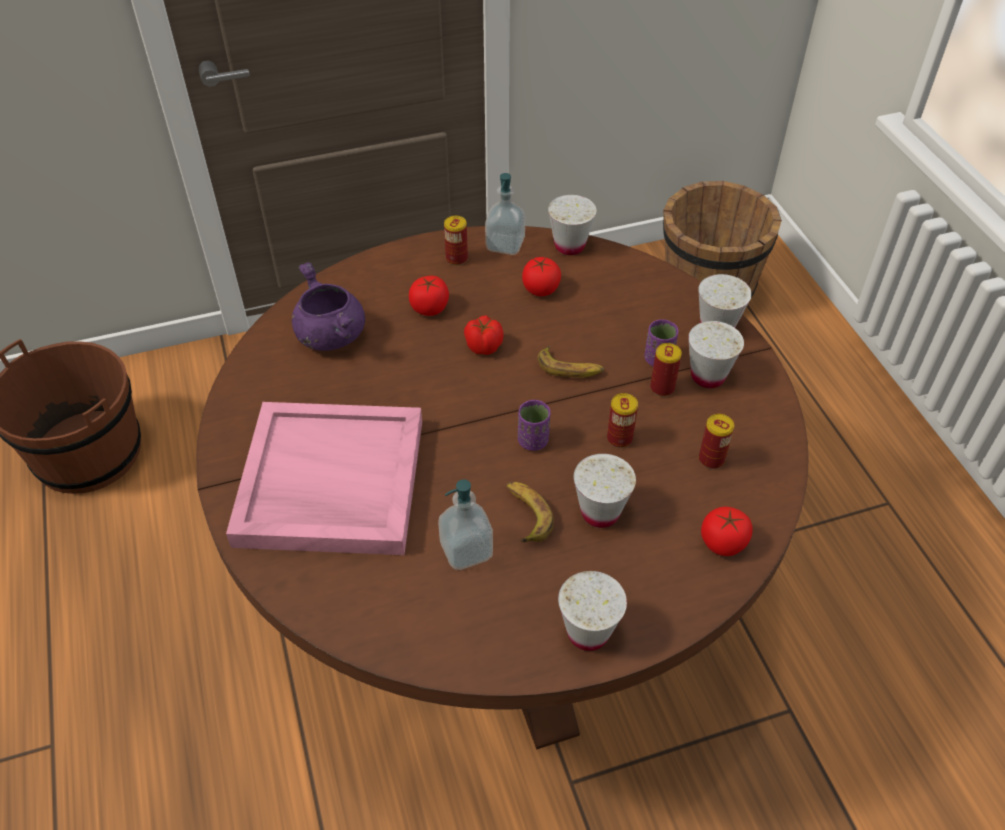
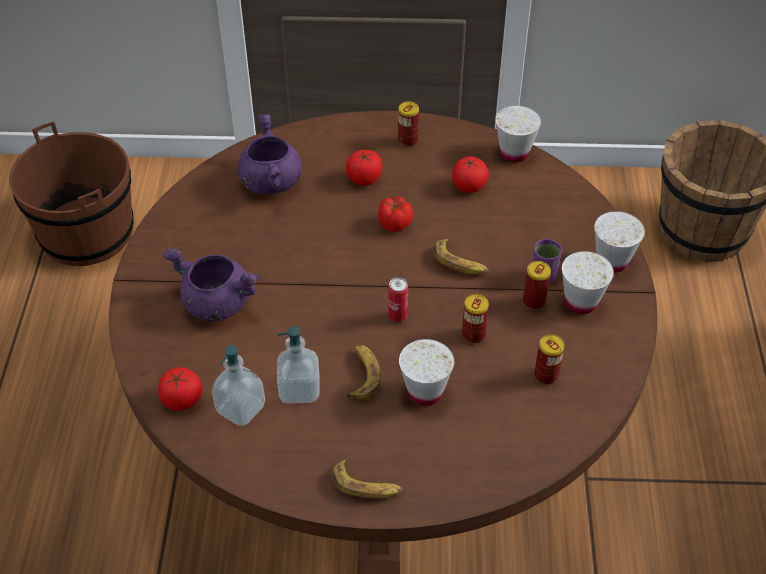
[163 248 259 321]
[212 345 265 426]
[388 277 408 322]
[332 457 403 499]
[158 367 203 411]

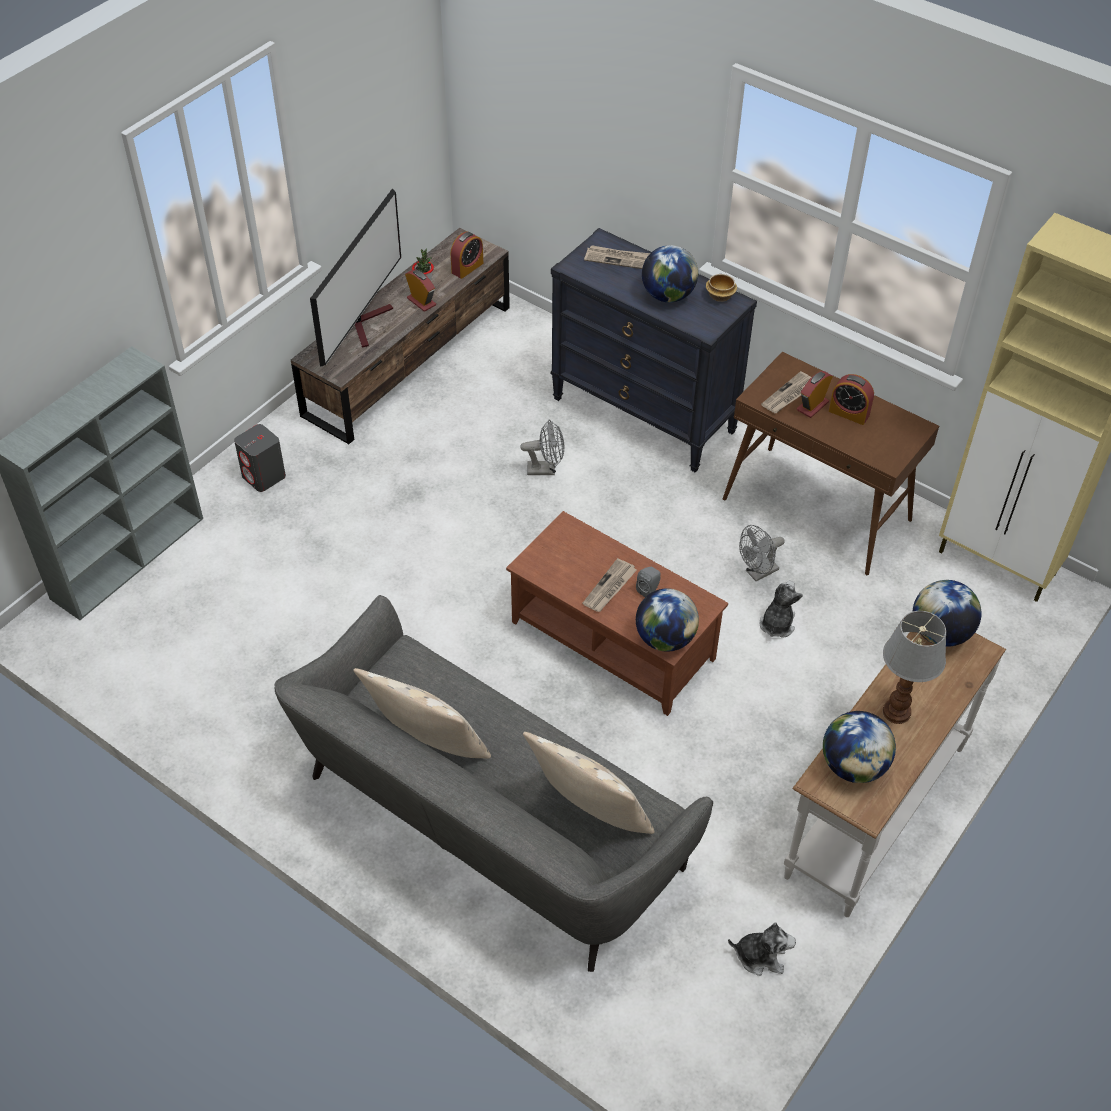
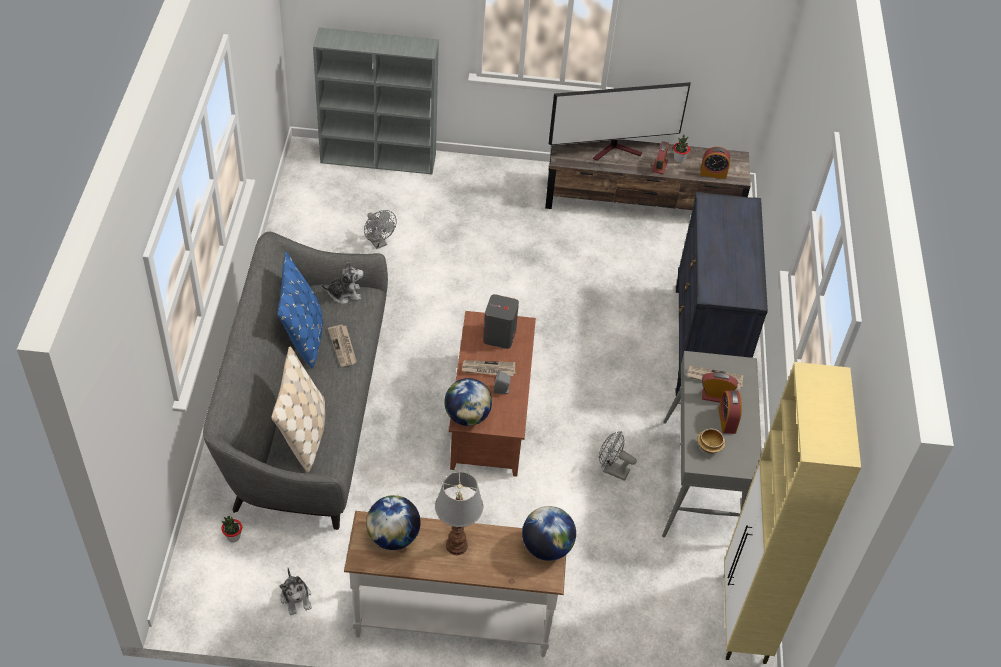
[483 294 519 349]
[277 252 323 368]
[364 210 397 249]
[328 325 357 367]
[642 245 698 303] (first image)
[698 429 725 454]
[662 351 762 538]
[321 262 364 304]
[221 516 242 542]

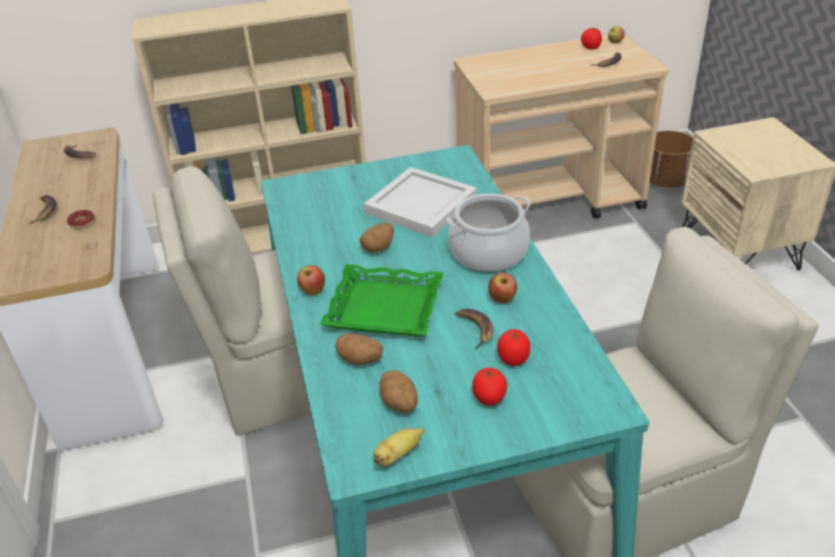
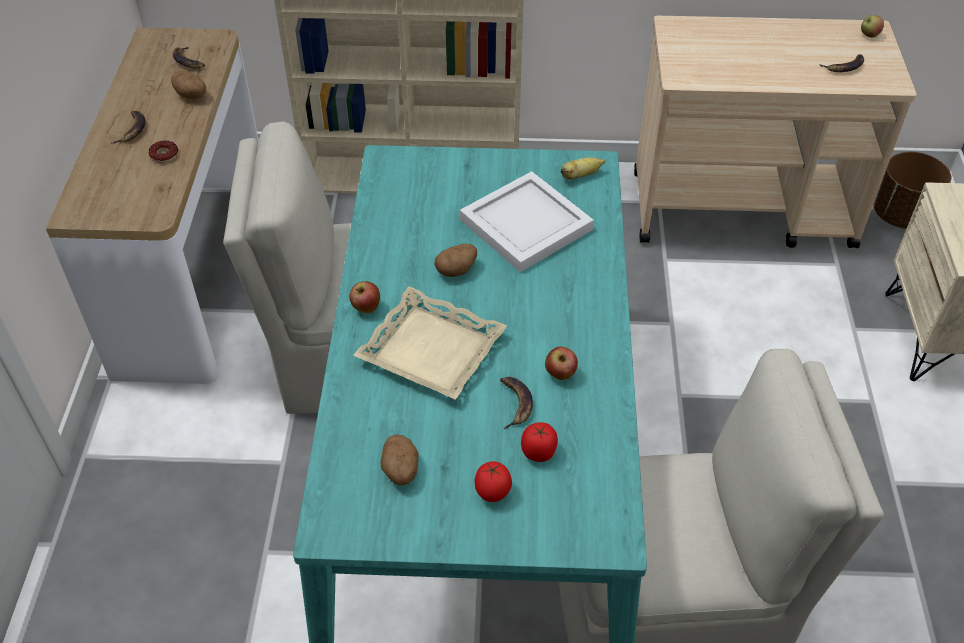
[353 286 507 400]
[171 71 206 99]
[561 157 605 179]
[446 193 531 273] (first image)
[581 28 602 50] (first image)

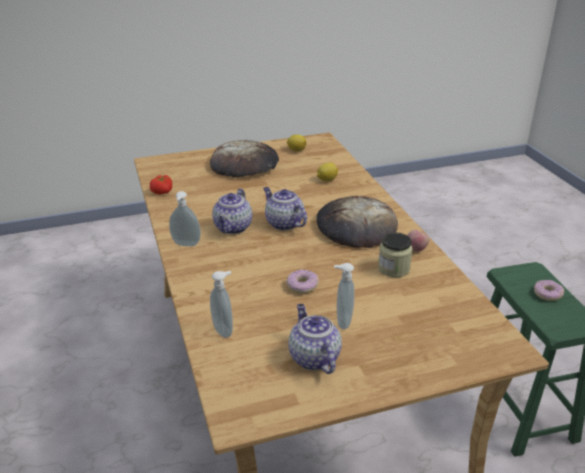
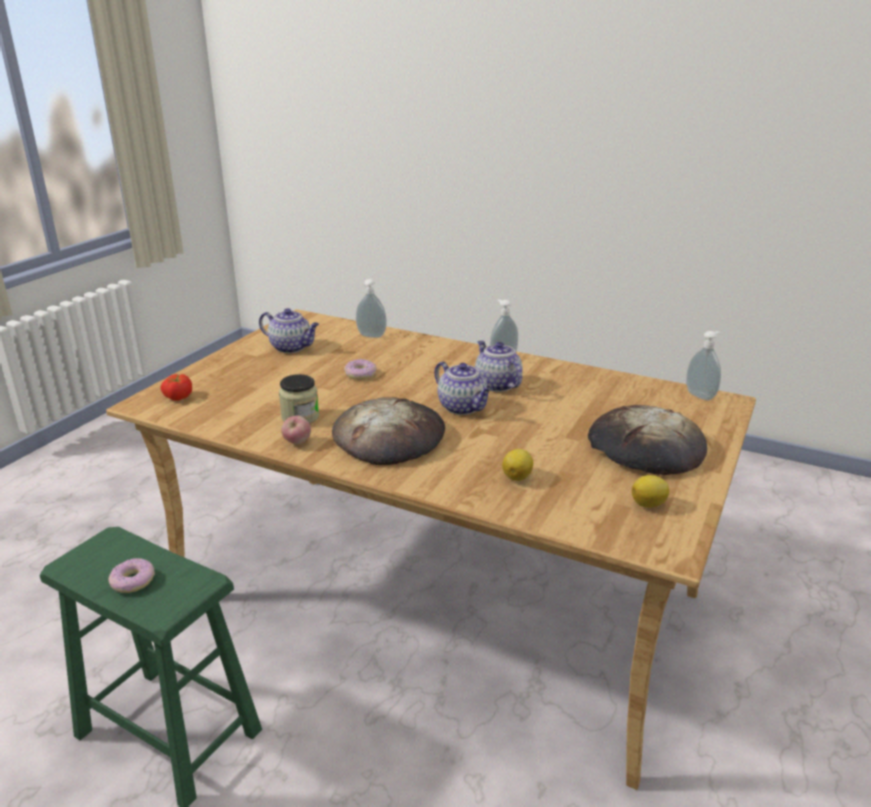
[161 374 192 401]
[435 361 493 415]
[686 331 721 400]

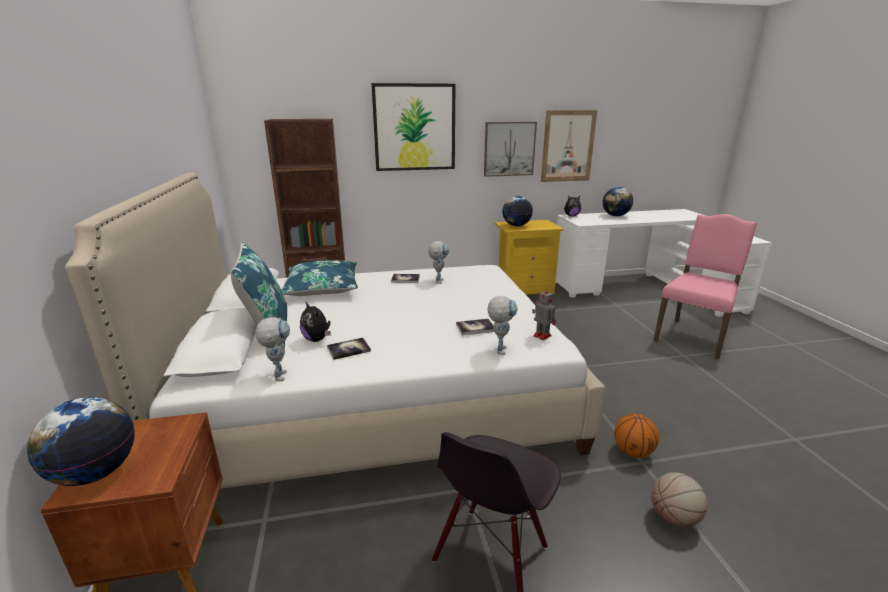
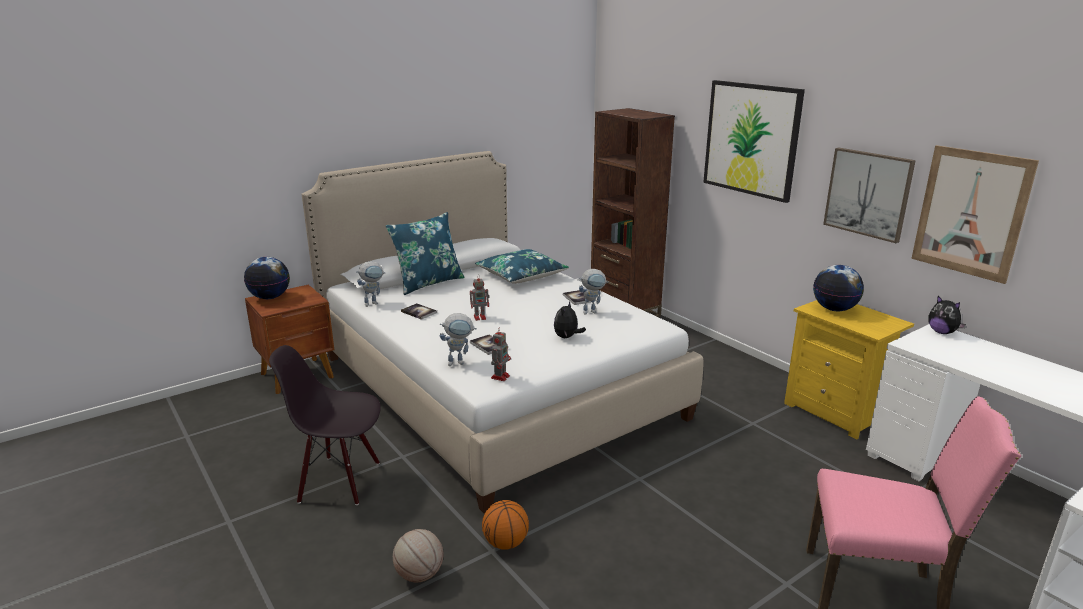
[554 301 586 338]
[603 187 633 216] (first image)
[470 275 489 321]

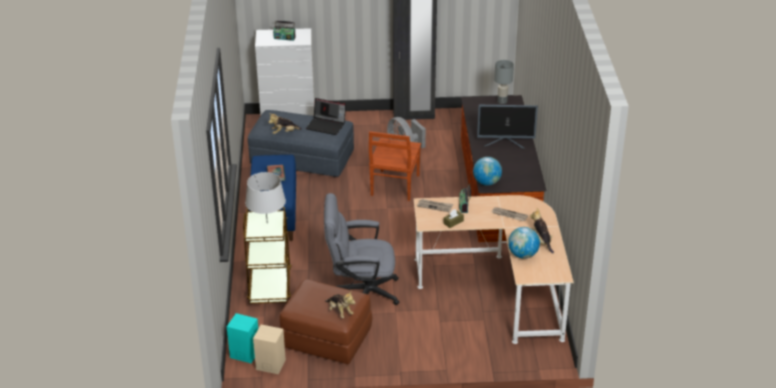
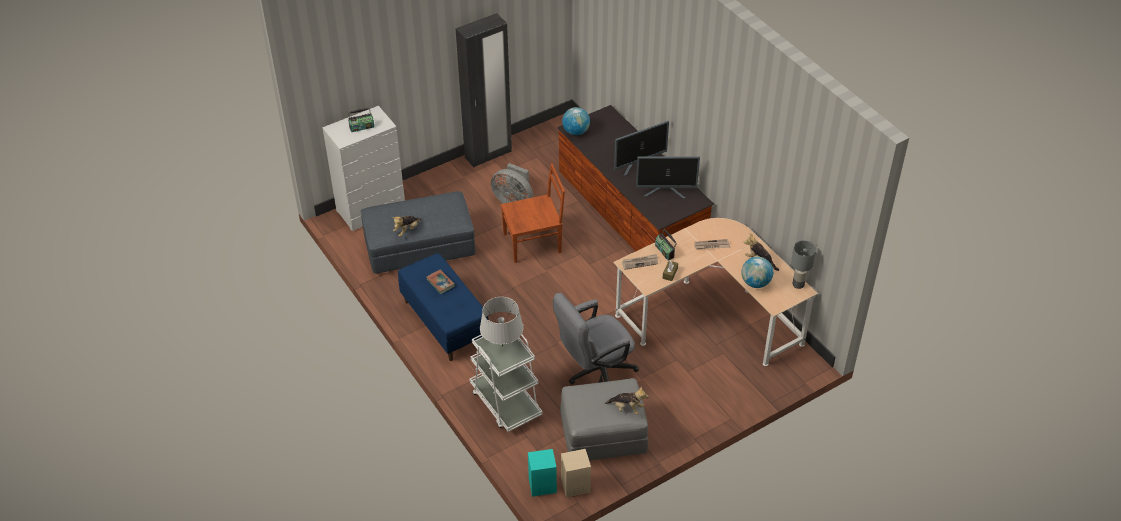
[469 322 543 432]
[560 378 648 460]
[306 98 346 135] (first image)
[501 163 565 263]
[562 107 590 135]
[791 240 817 289]
[636 156 700 199]

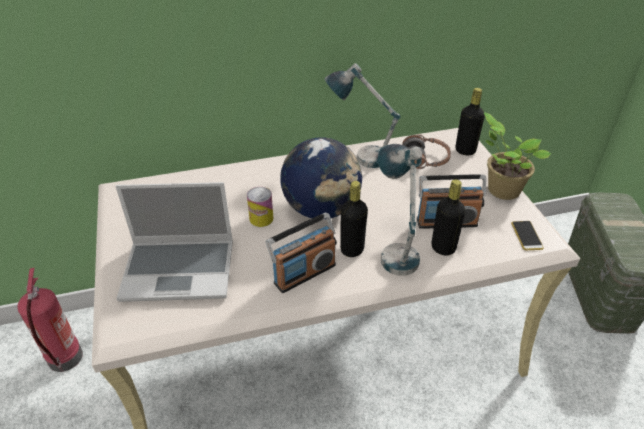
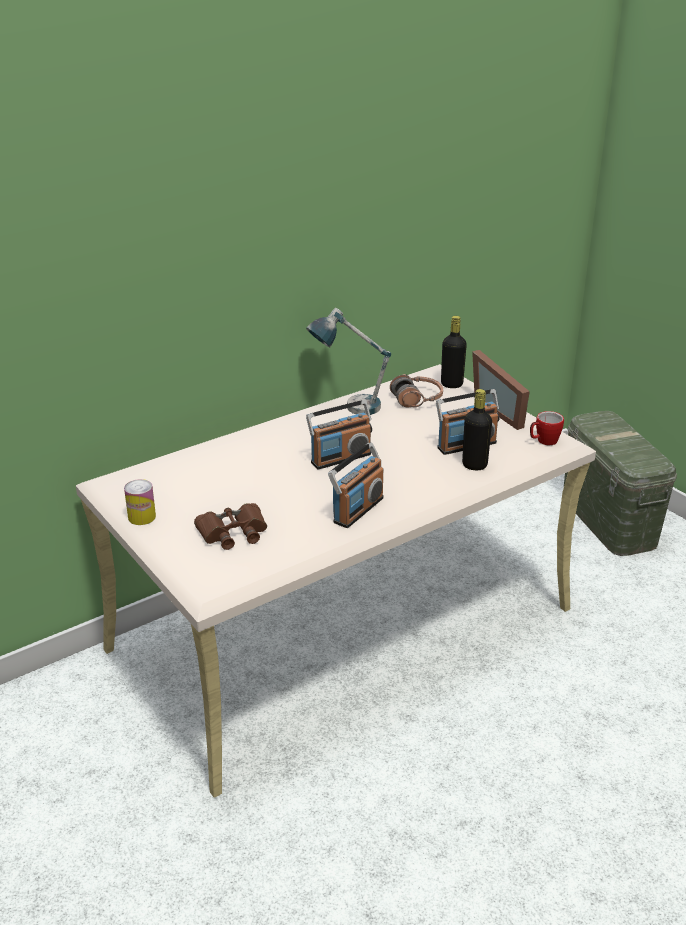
[17 268 83 372] (first image)
[194 503 267 550]
[124 479 156 525]
[306 400 372 469]
[340 181 368 257] (first image)
[378 144 422 275] (first image)
[472 350 530 430]
[530 411 564 445]

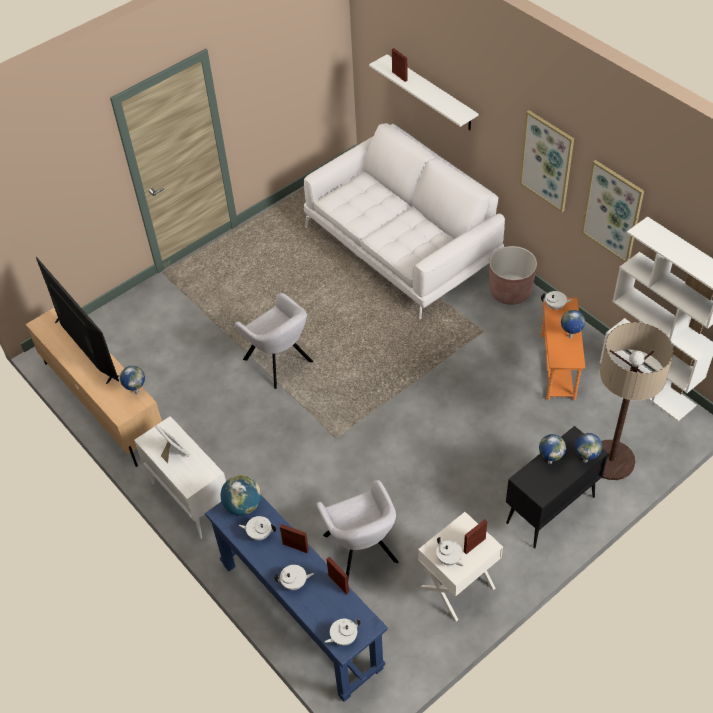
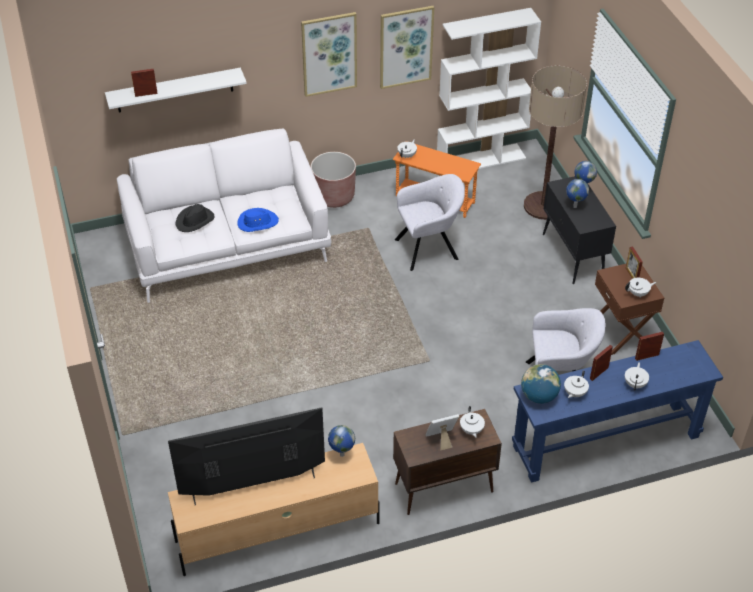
[393 409 502 515]
[395 174 465 271]
[460 406 485 438]
[595 263 664 355]
[561 310 585 338] (first image)
[176 204 214 232]
[237 208 279 232]

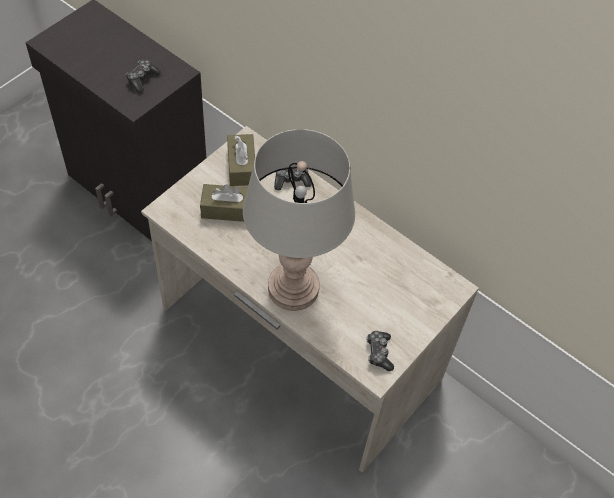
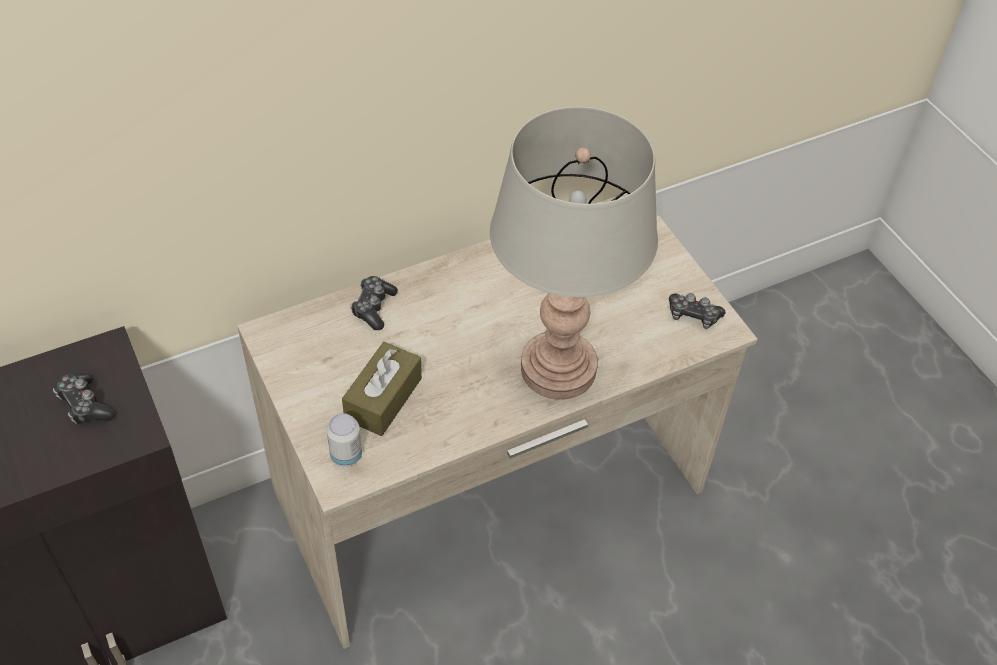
[227 134 255 186] (first image)
[327 413 362 467]

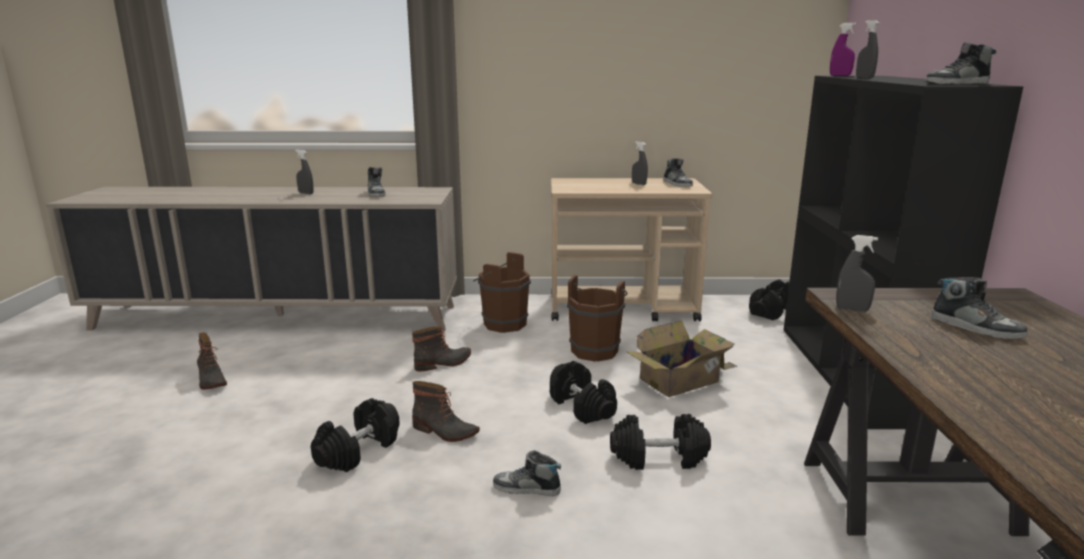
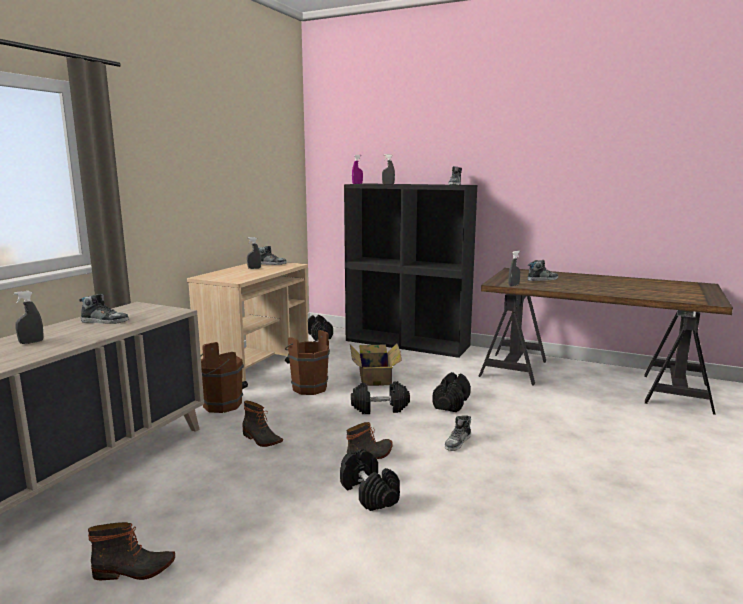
[242 401 283 447]

